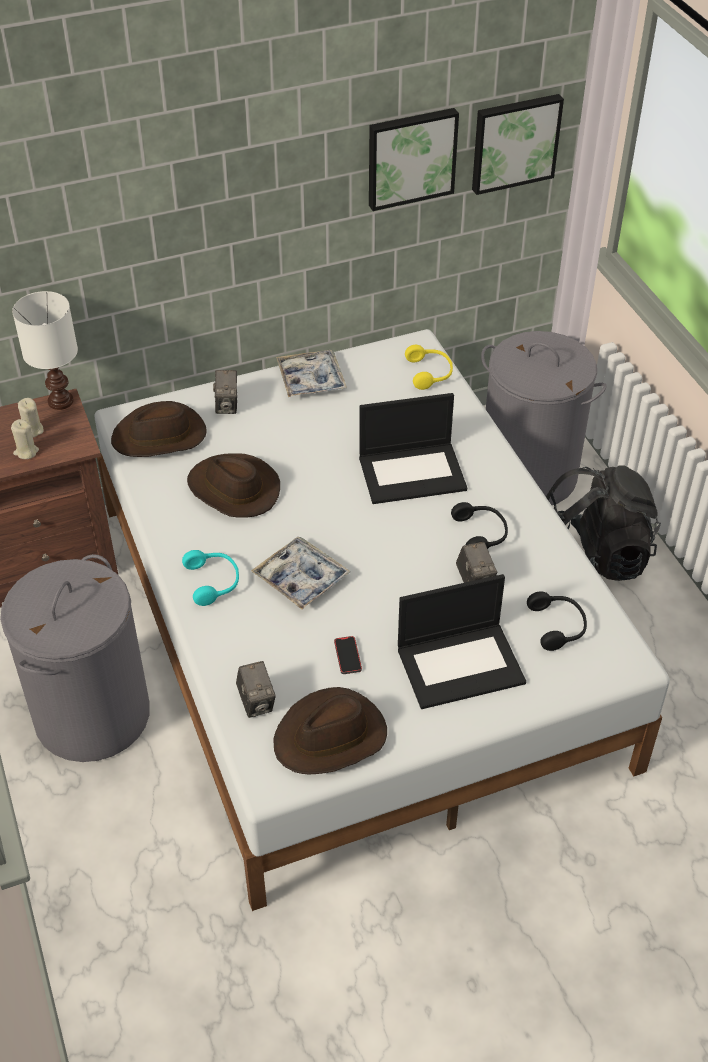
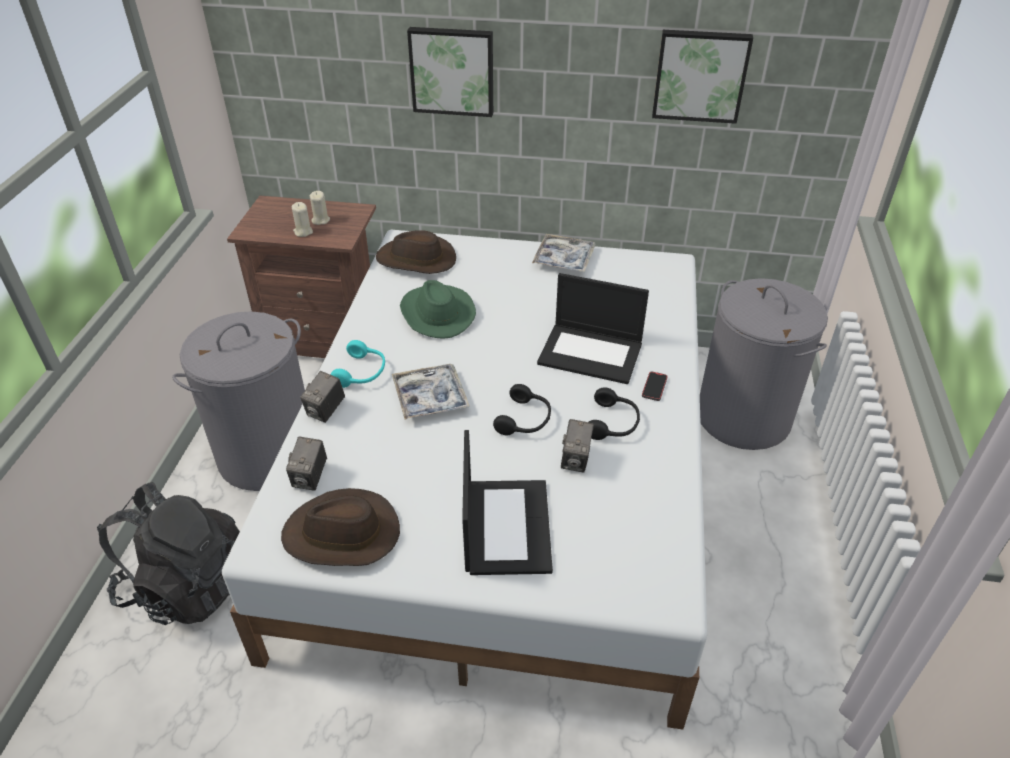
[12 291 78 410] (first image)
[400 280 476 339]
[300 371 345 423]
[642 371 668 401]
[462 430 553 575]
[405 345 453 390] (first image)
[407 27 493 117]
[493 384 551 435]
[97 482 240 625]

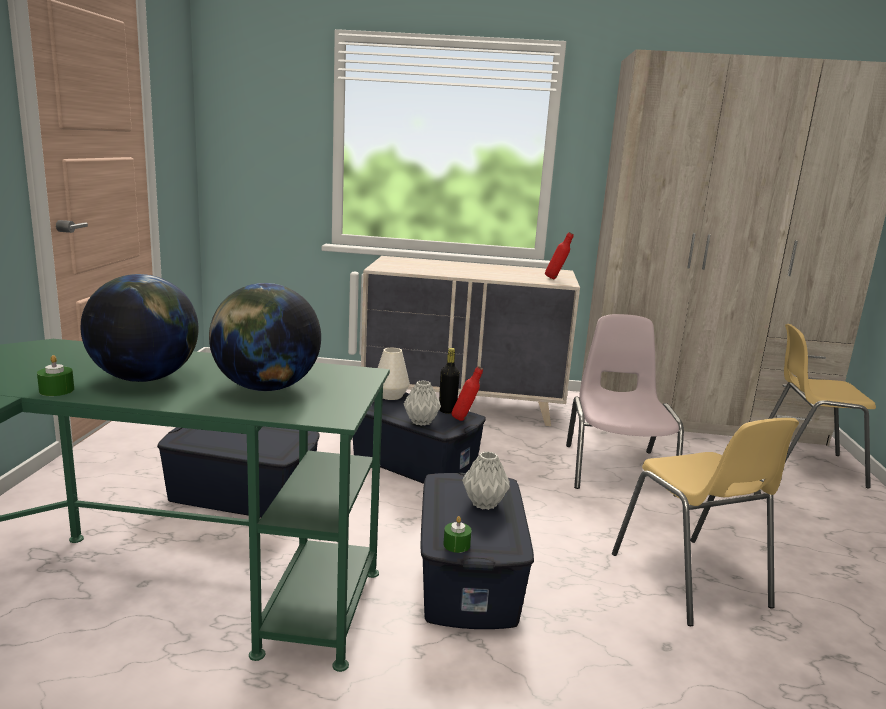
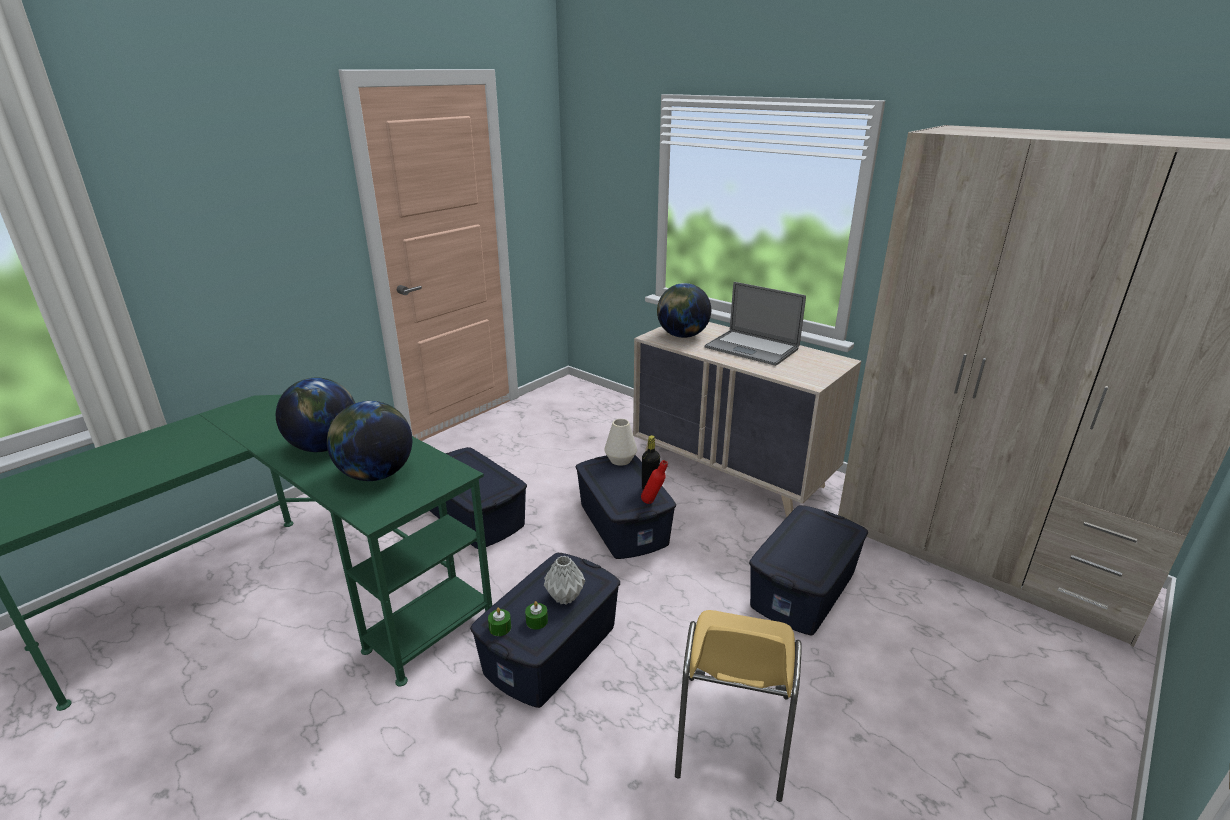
[525 601 548 630]
[404 380 441 426] (first image)
[545 232 574 279] (first image)
[749 505 868 635]
[768 324 876 489] (first image)
[657 283 711 338]
[705 282 806 366]

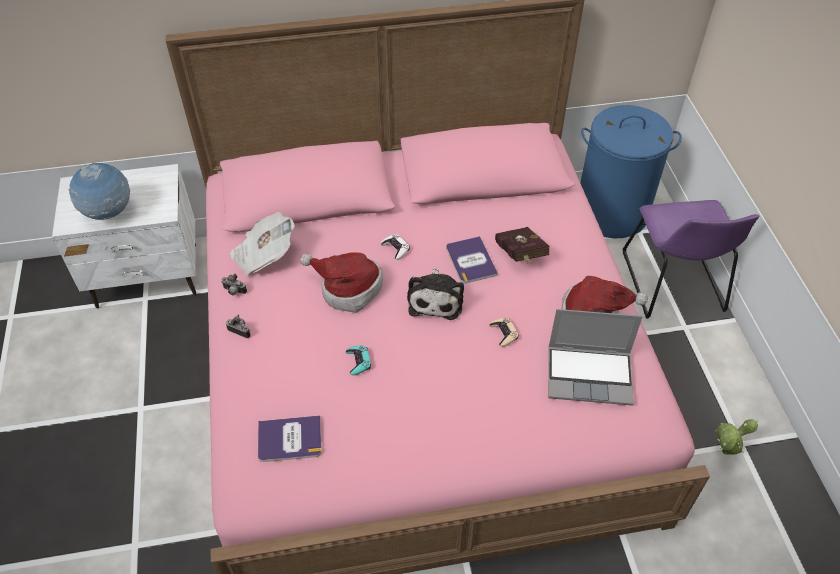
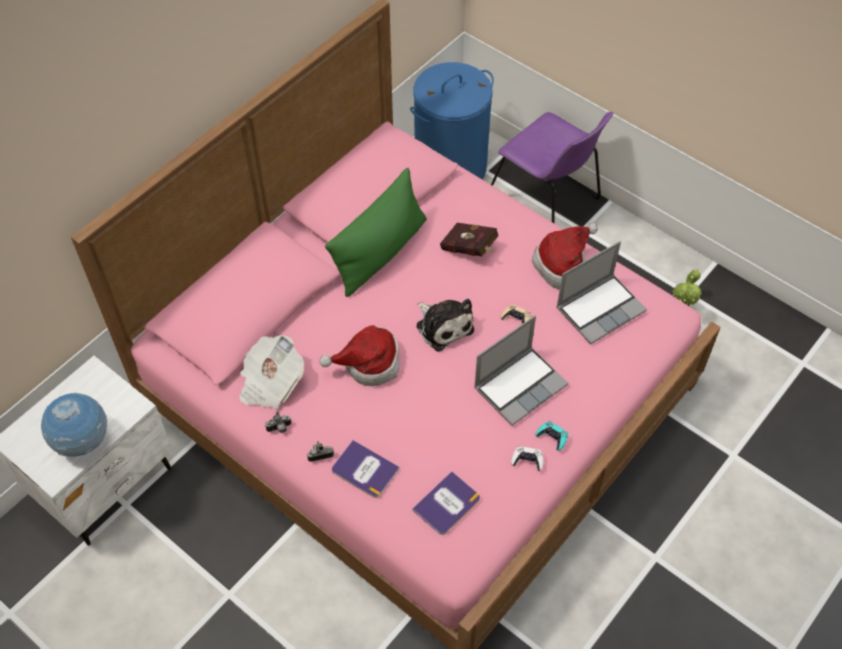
[536 421 568 451]
[511 446 543 471]
[332 440 400 498]
[325 168 427 297]
[474 315 568 426]

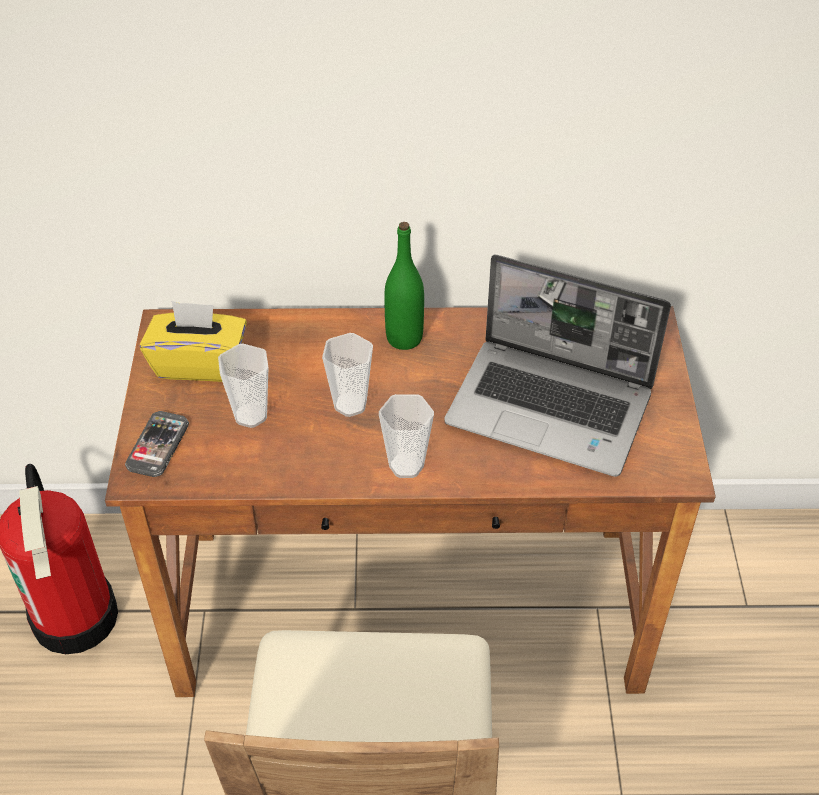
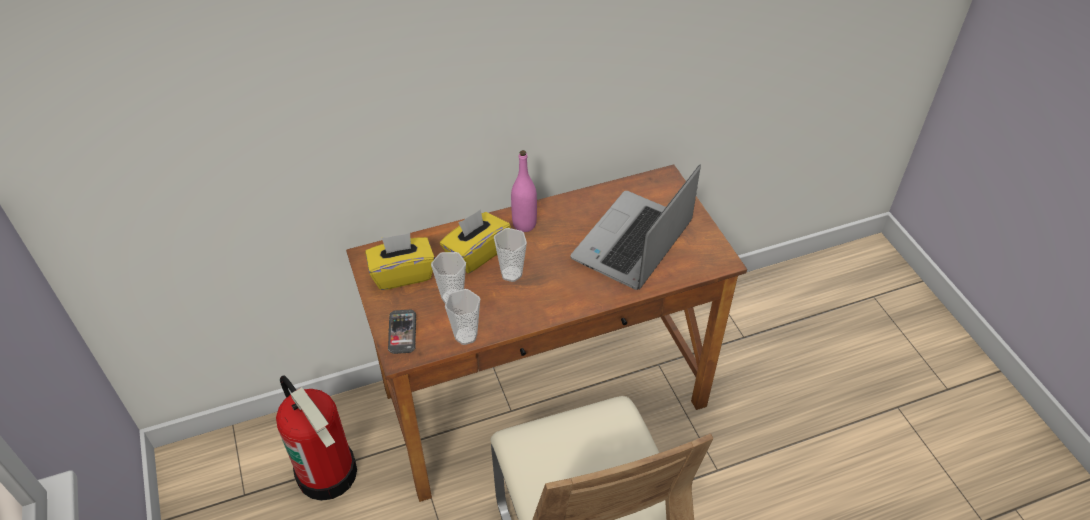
[445 289 480 345]
[511 150 537 232]
[571 165 701 290]
[440 209 511 273]

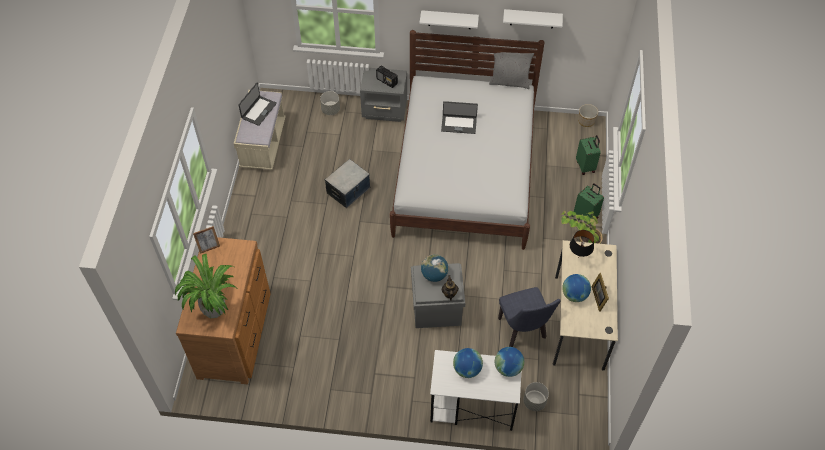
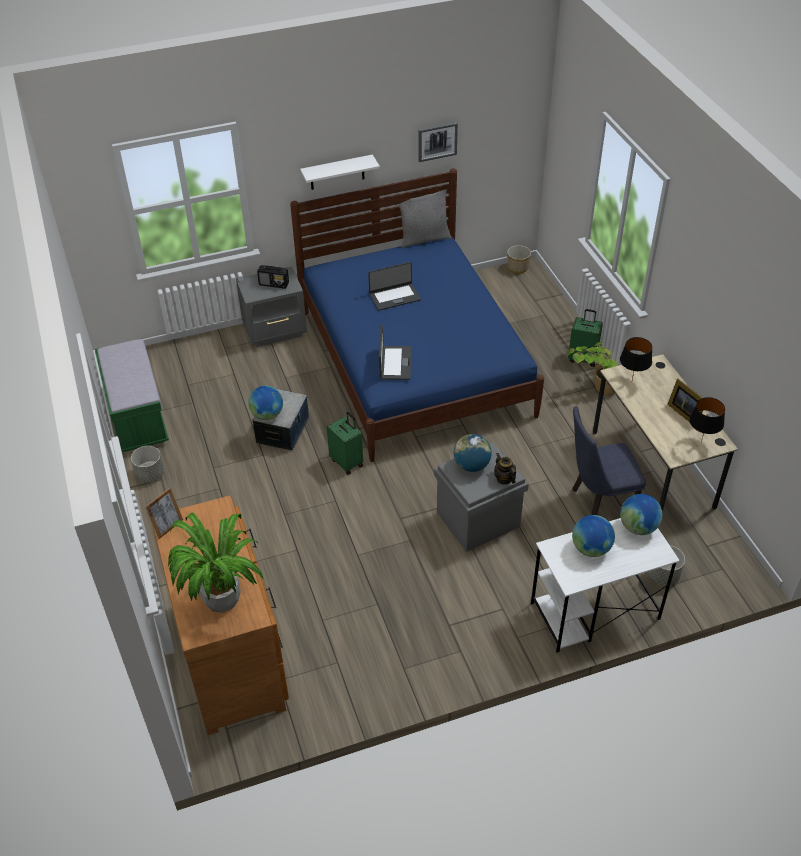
[95 338 169 452]
[379 325 411 380]
[131 446 164 482]
[290 168 544 462]
[572 406 646 515]
[418 122 458 162]
[248 386 283 420]
[327 412 363 475]
[690 397 725 442]

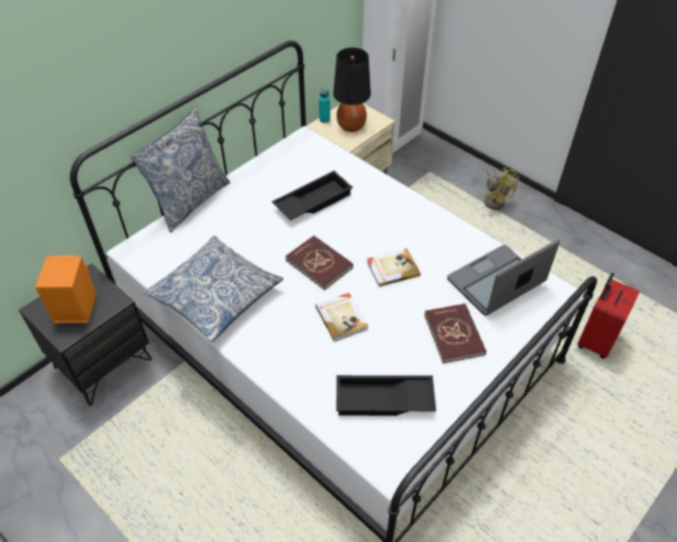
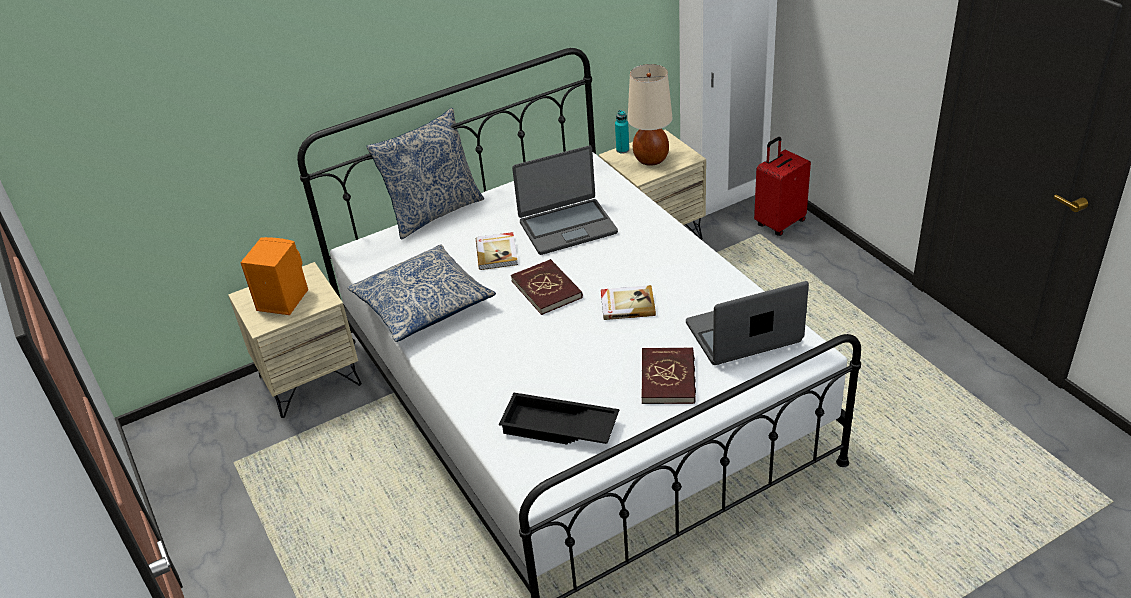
[228 262 362 418]
[512 146 618 255]
[476 232 518 270]
[628 64 673 166]
[484 168 519 210] (first image)
[754 137 811 236]

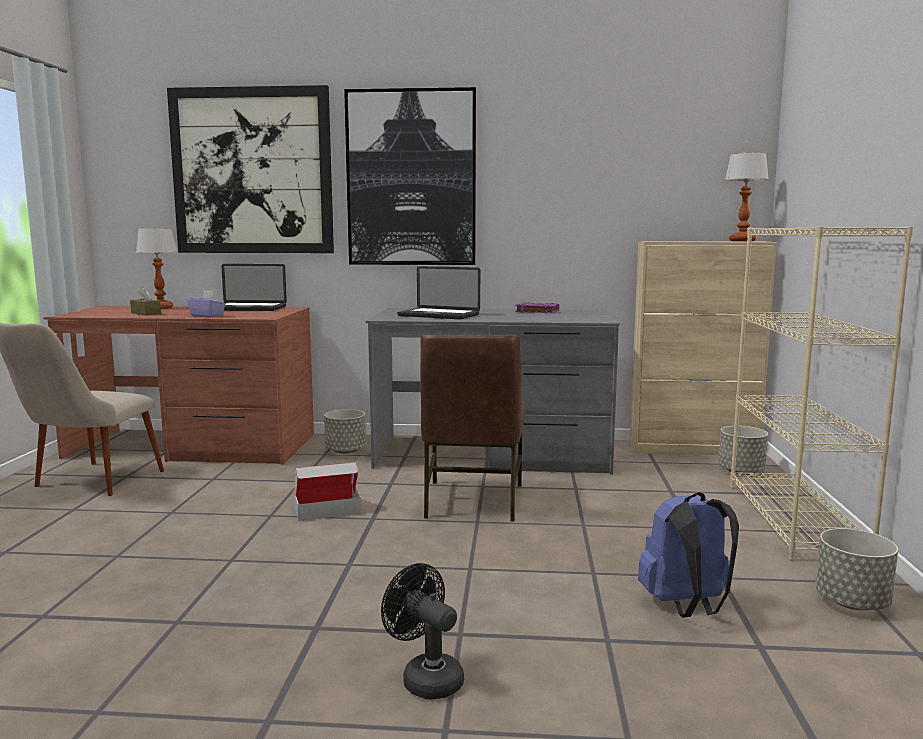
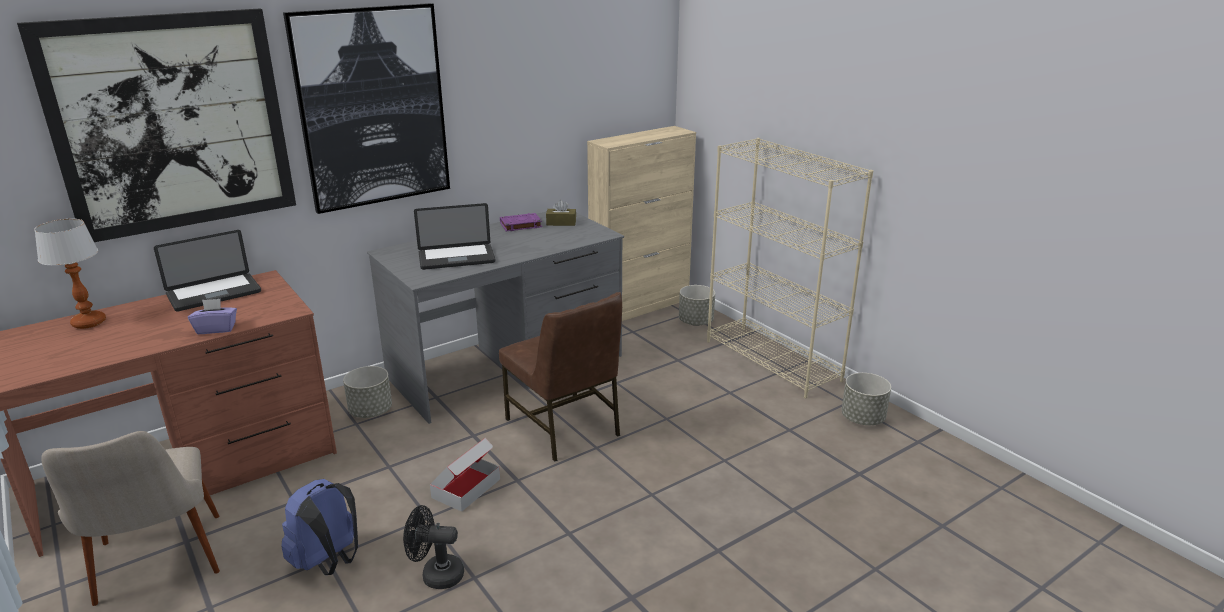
[546 200 576 226]
[403 505 464 589]
[282 479 358 575]
[725 152 769 242] (first image)

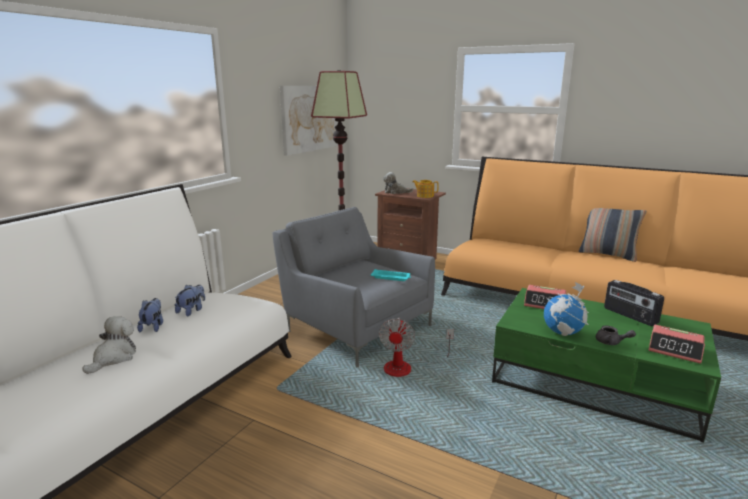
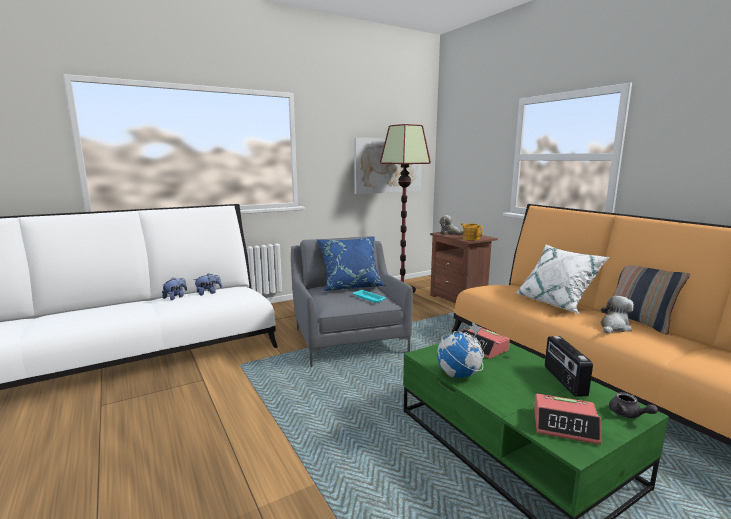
[600 296 634 334]
[378 318 454 377] (first image)
[609 392 658 418]
[534 394 601 445]
[316 236 386 291]
[515 244 610 314]

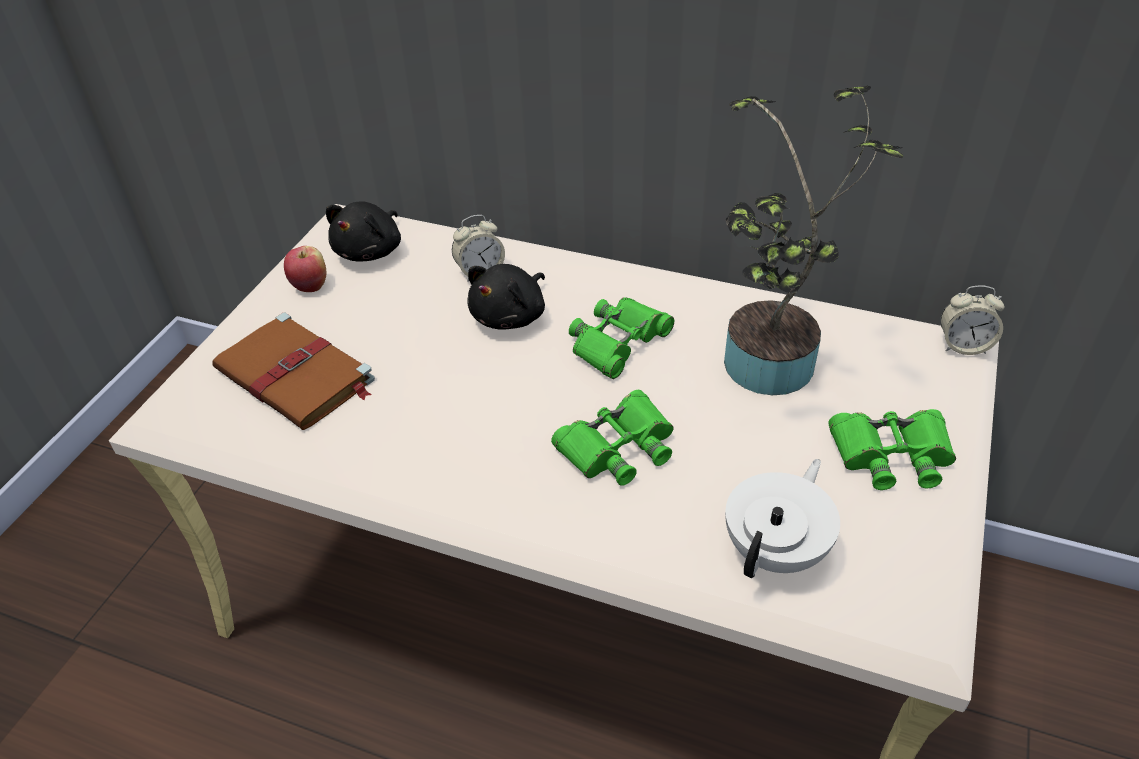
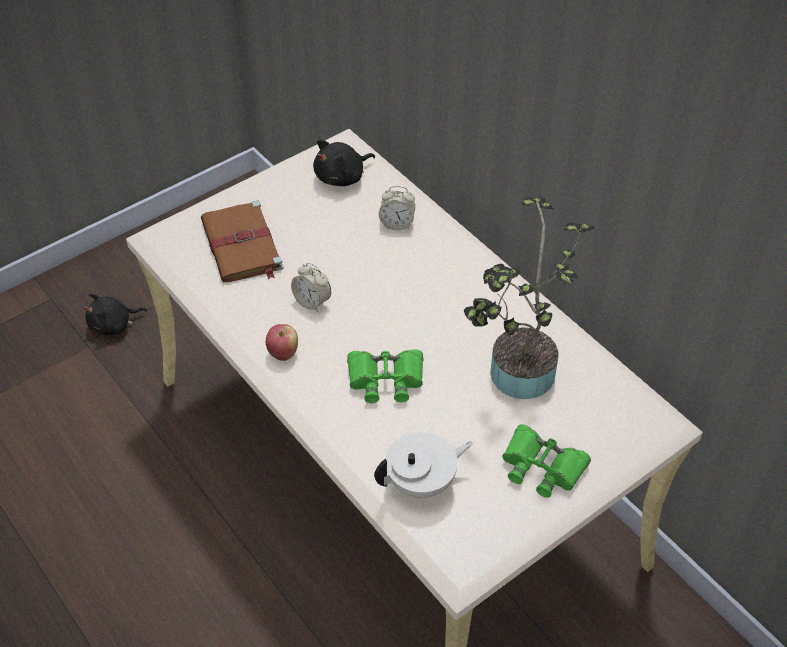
[266 324 298 361]
[84 294 147 335]
[569 297 674 379] (first image)
[291 263 331 312]

